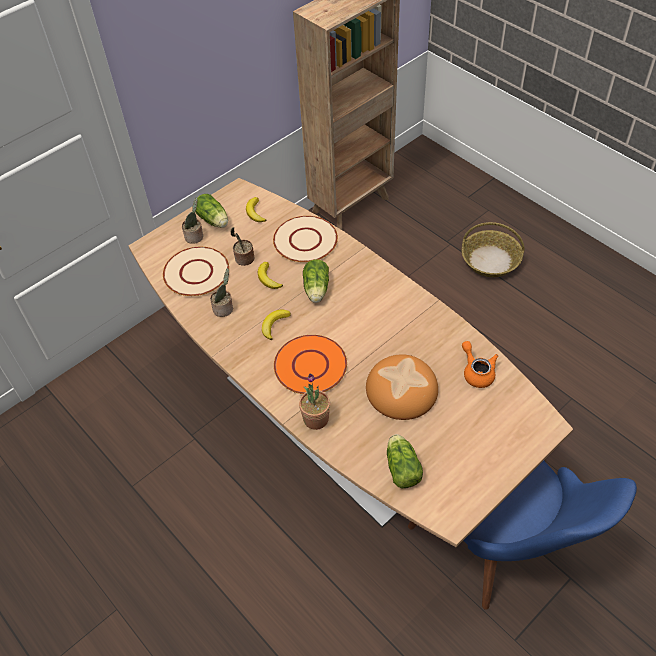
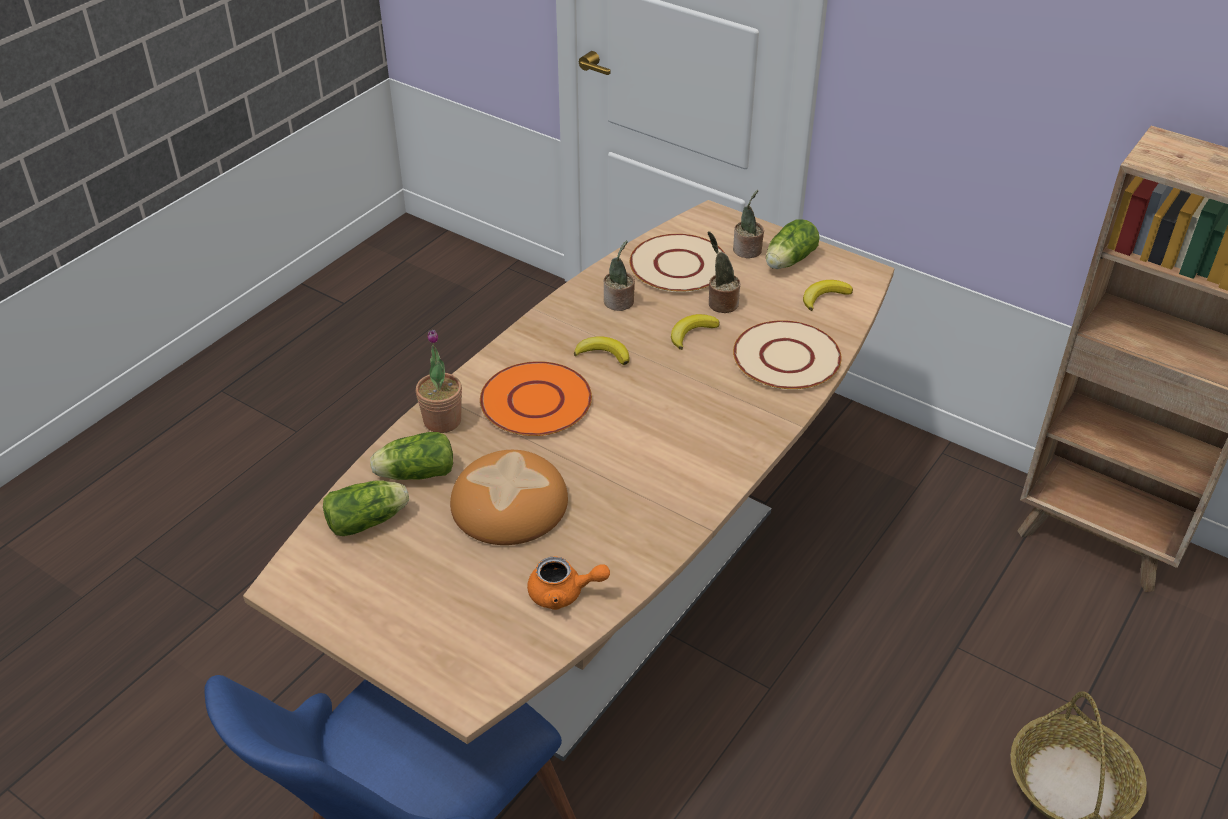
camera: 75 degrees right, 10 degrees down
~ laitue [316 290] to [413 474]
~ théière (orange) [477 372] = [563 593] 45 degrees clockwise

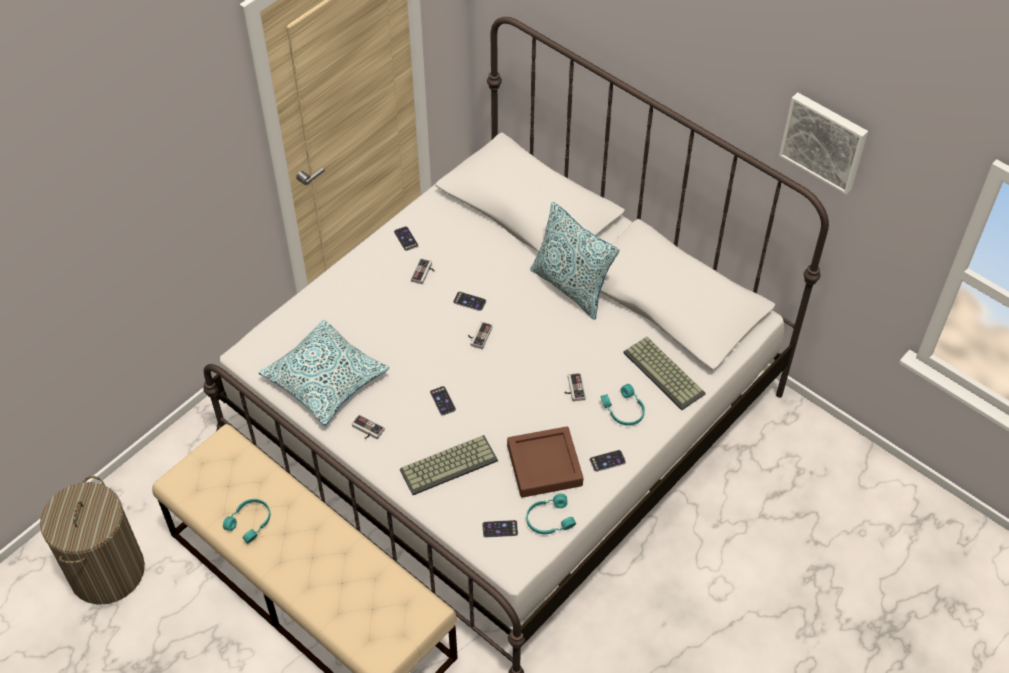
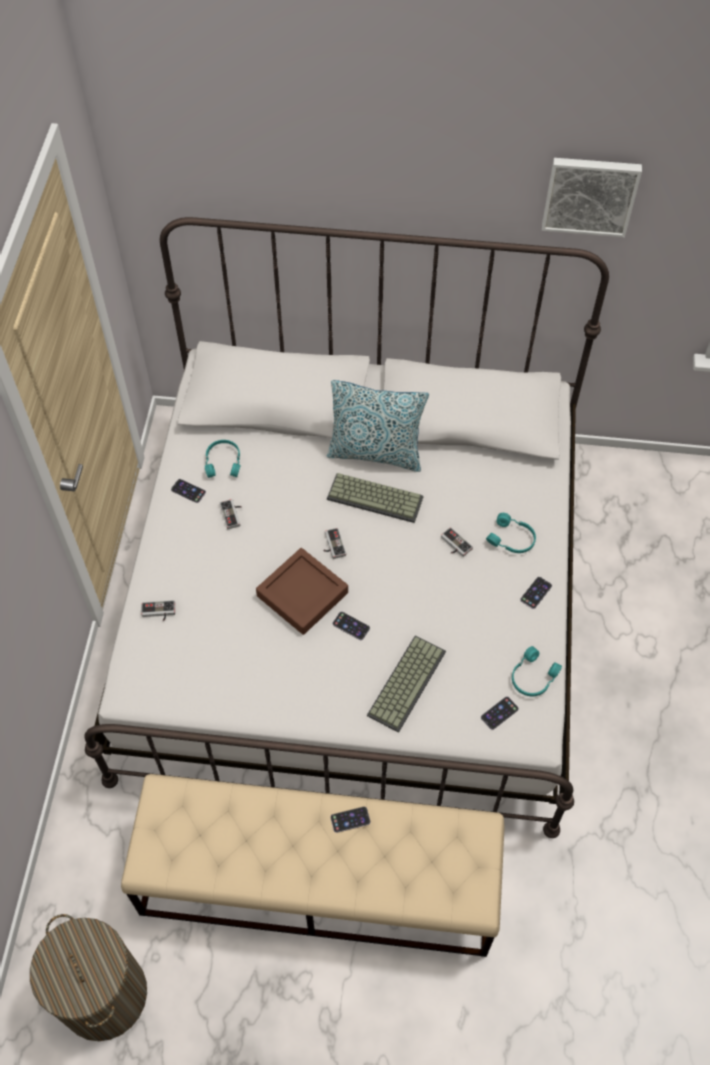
camera: 35 degrees left, 5 degrees up
~ téléphone [469 301] to [350 819]
- coussin [325 379]
~ clavier [665 373] to [376 497]
~ manette [366 430] to [158 613]
~ plateau (marron) [544 465] to [302 594]
~ casque audio (turquoise) [251 522] to [224 462]

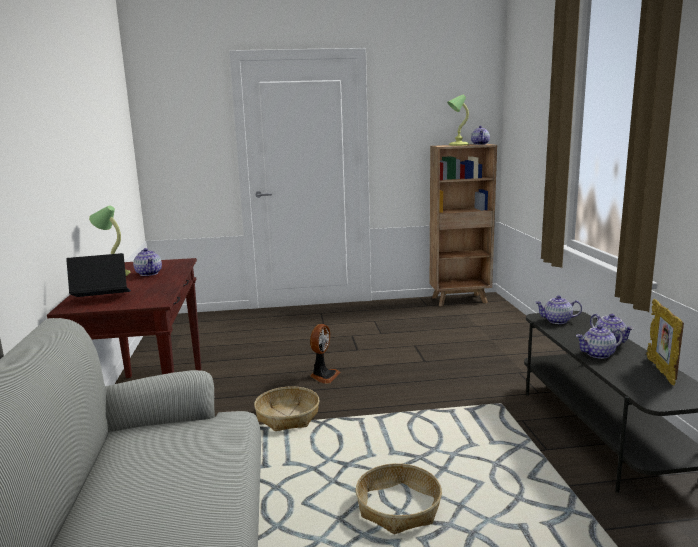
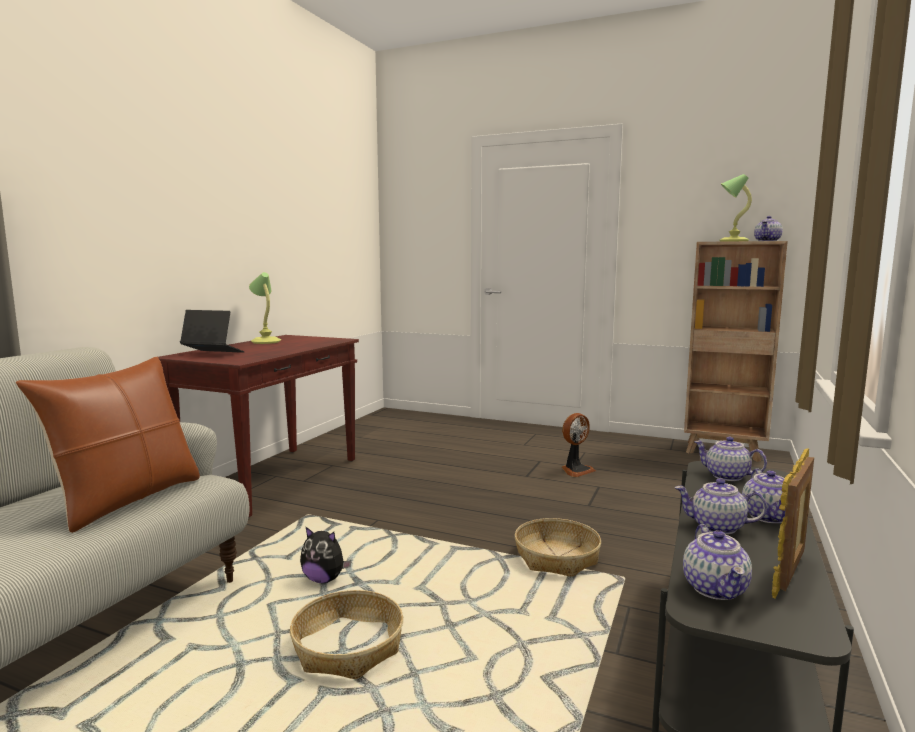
camera: 30 degrees right, 5 degrees down
~ théière [149 273] to [716 589]
~ ventilateur [323 376] to [576 470]
~ panier [287 417] to [556 558]
+ coussin (marron) [126 500]
+ peluche [324 579]

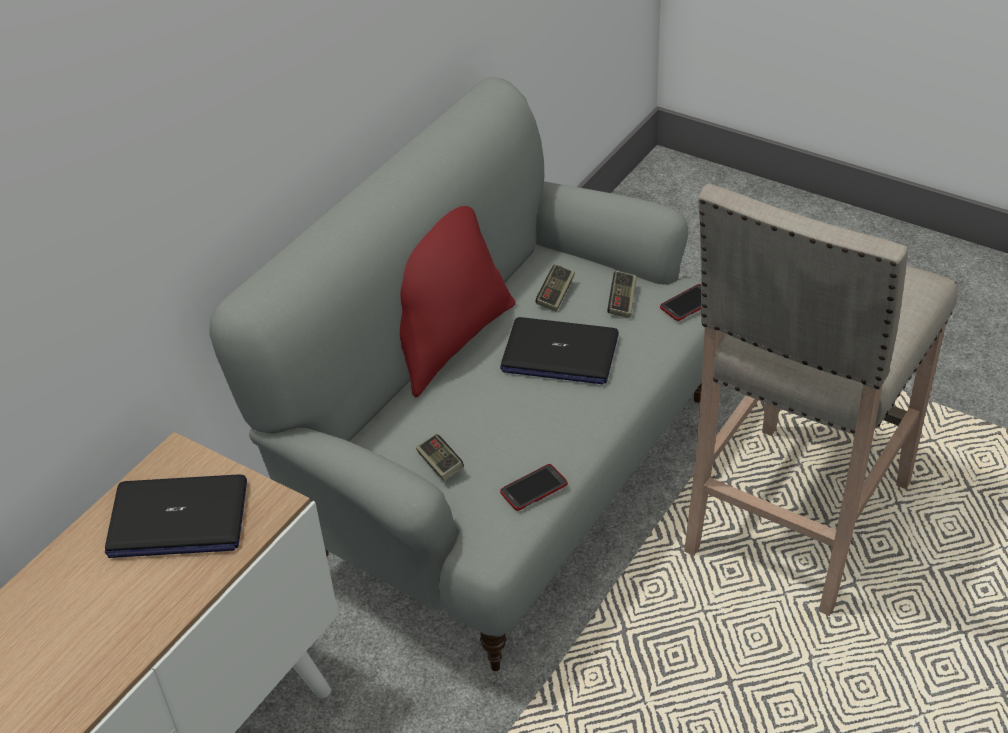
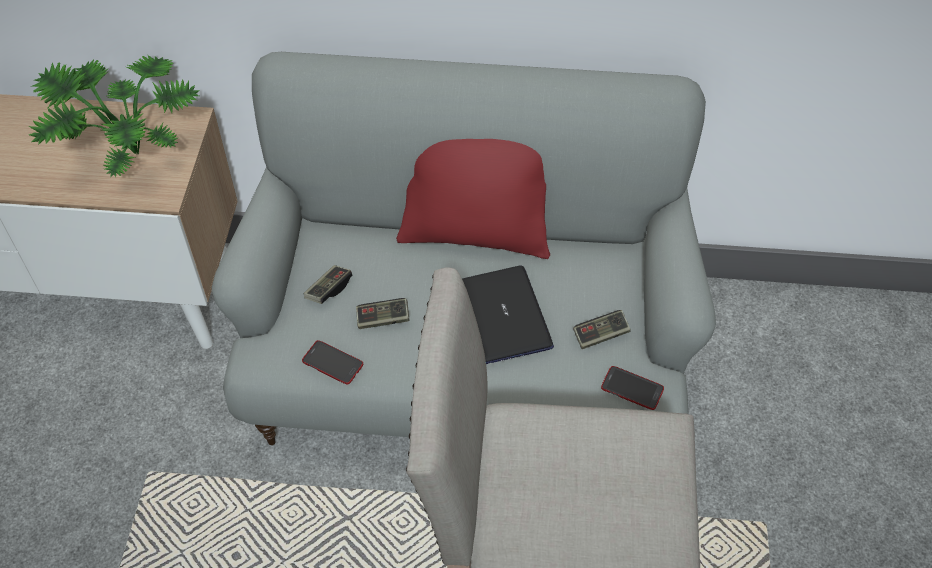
camera: 60 degrees right, 10 degrees up
~ manette [556 295] to [383 319]
~ ordinateur portable [177 519] to plante en pot [128 150]

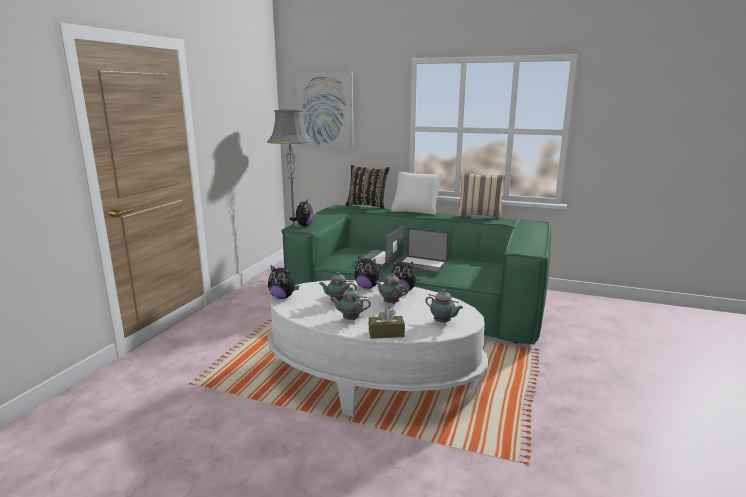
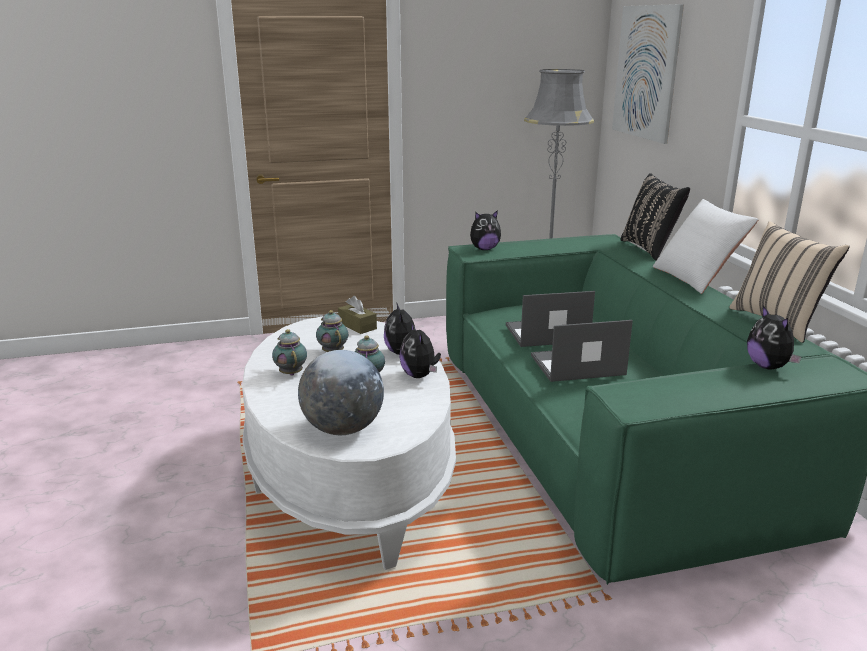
camera: 55 degrees right, 5 degrees up
~ ordinateur portable [422 265] = [576 365] 90 degrees clockwise
~ peluche [283 297] to [768 366]
~ théière [443 322] to globe [343 429]
~ boîte à mouchoirs (marron) [386 333] to [357 326]

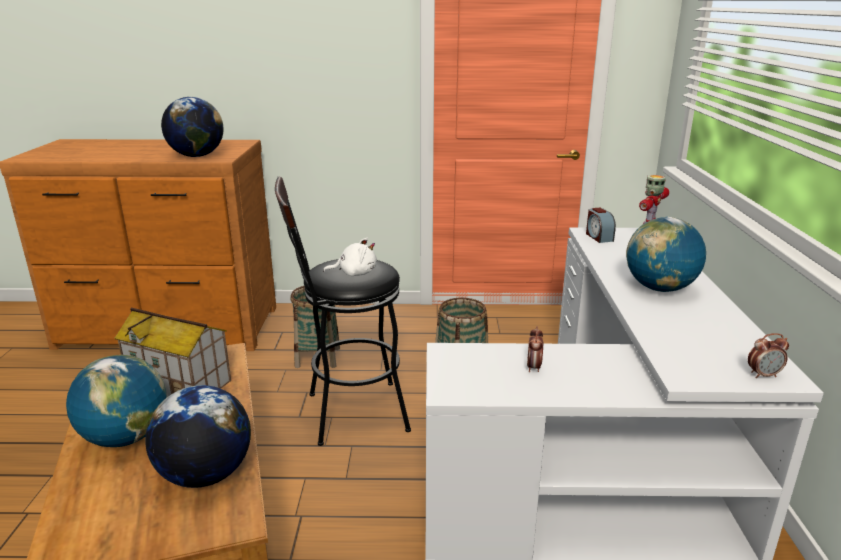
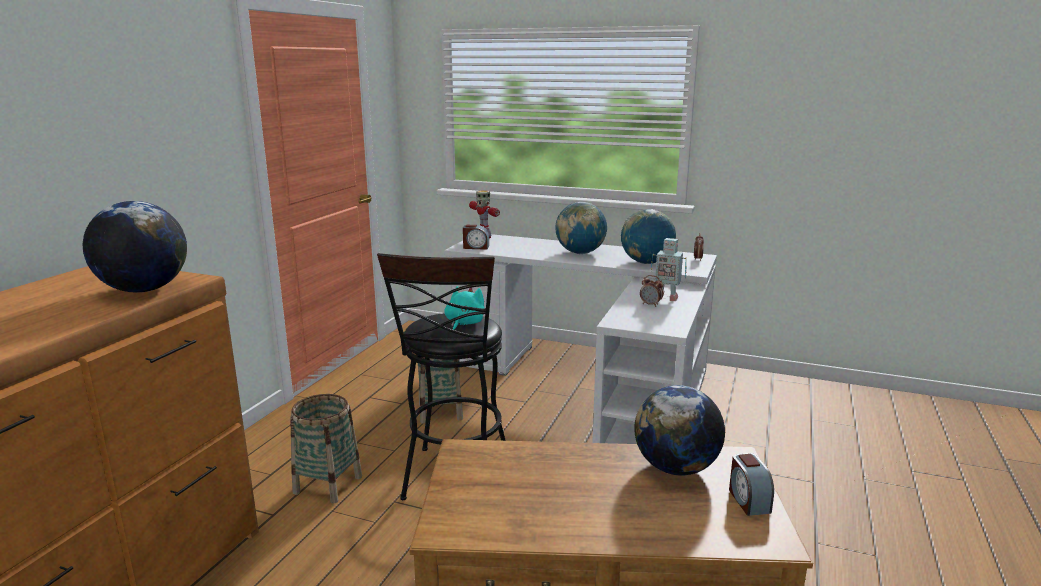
camera: 70 degrees left, 5 degrees down
~ peluche (blanc) [355 273] to peluche (turquoise) [464 323]
- maison miniature [181 384]
~ globe [126 438] to [646 263]
+ robot jouet [666 297]
+ réveil [748 500]

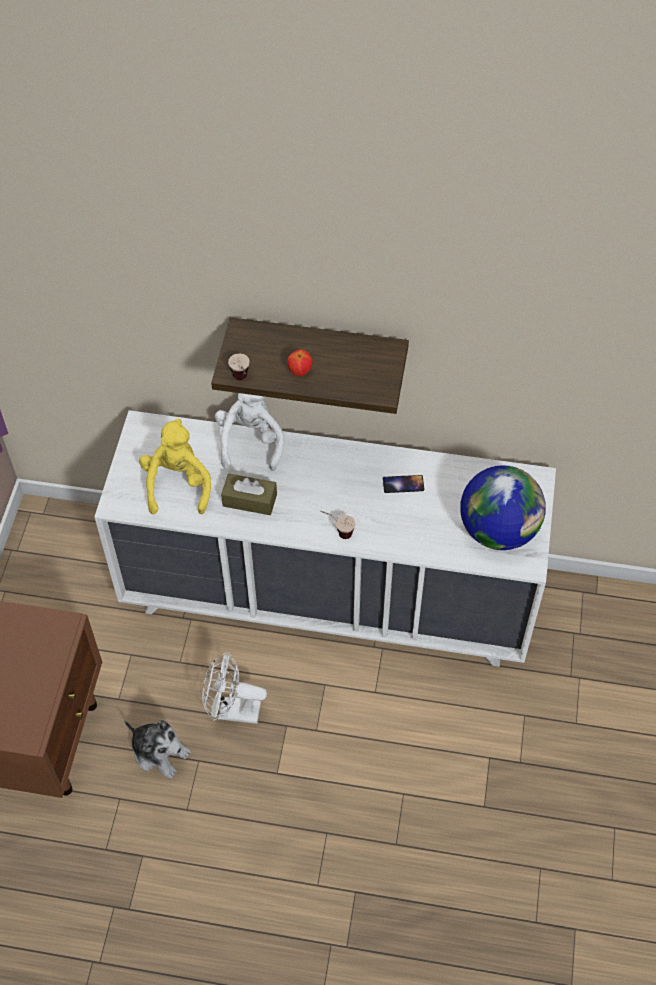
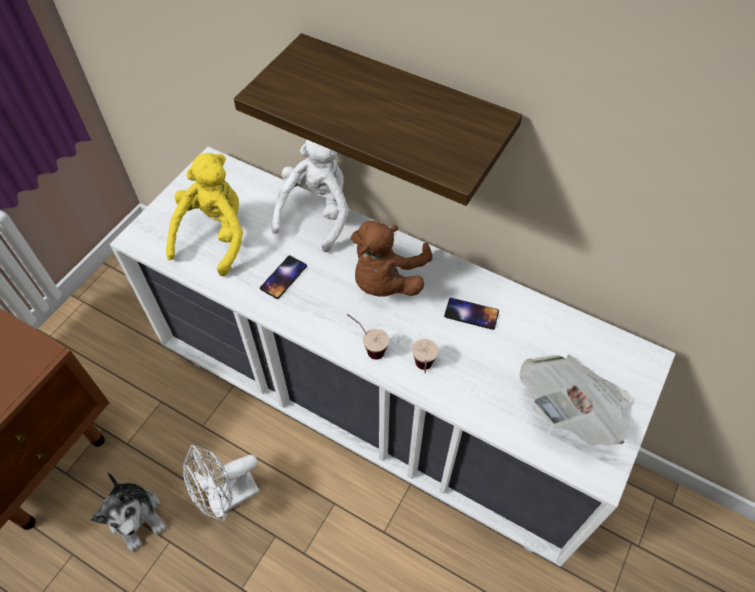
camera: 20 degrees right, 0 degrees up
- pomme [300 372]
~ tasse [242 381] to [423 371]
~ globe [498 530] to journal [573 410]
~ boîte à mouchoirs (marron) [249 500] to téléphone [283 277]
~ ventilateur (blanc) [232 711] = [228 498] 60 degrees counterclockwise
+ peluche (marron) [386 280]

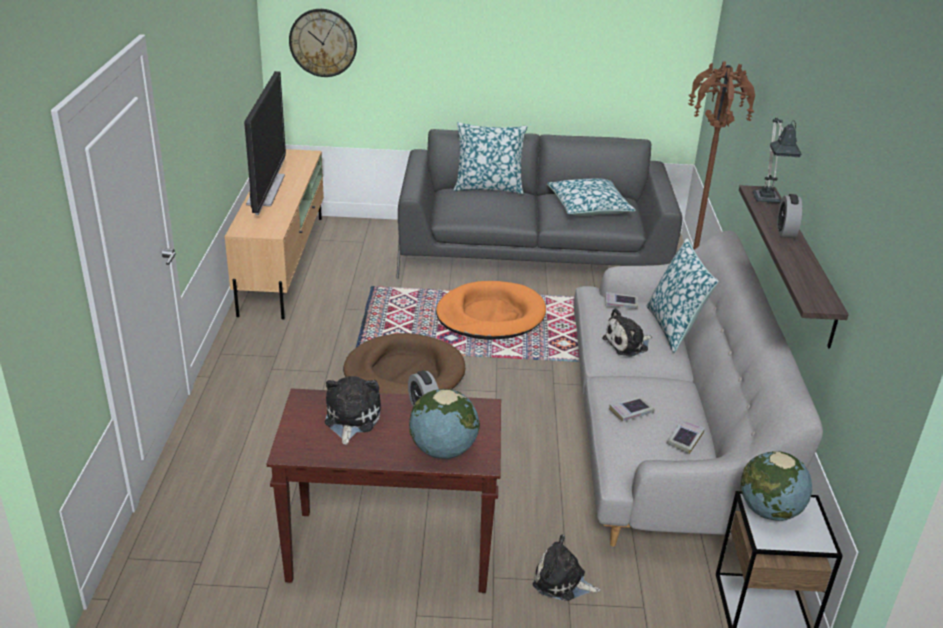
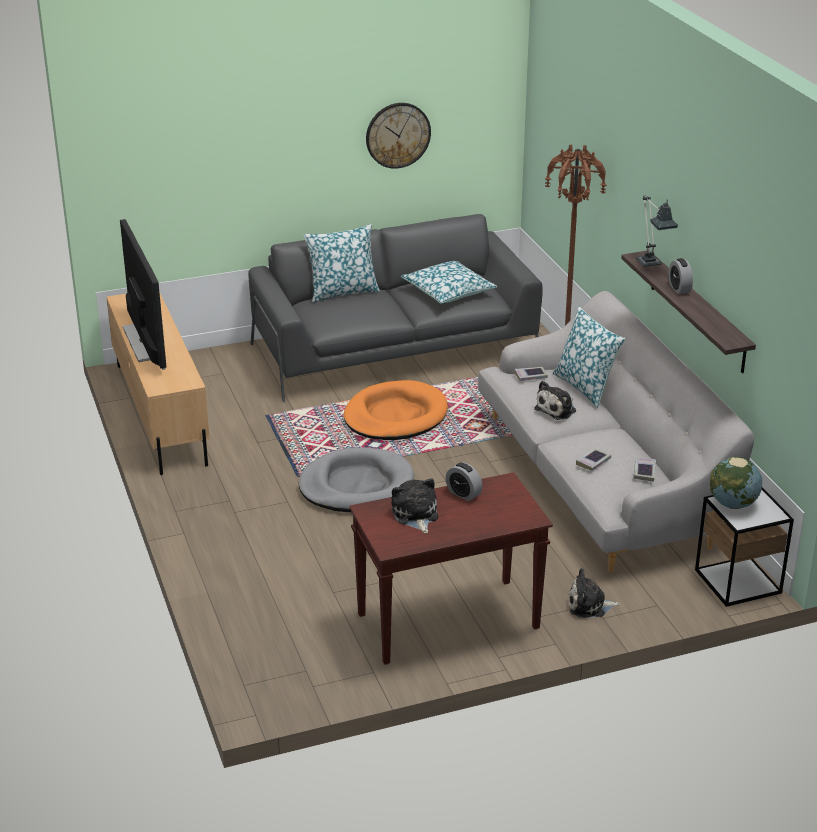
camera: 20 degrees left, 0 degrees up
~ horloge murale [323 42] to [398 135]
~ panier pour chien (marron) [404 373] to panier pour chien (gris) [356 485]
- globe [443 450]

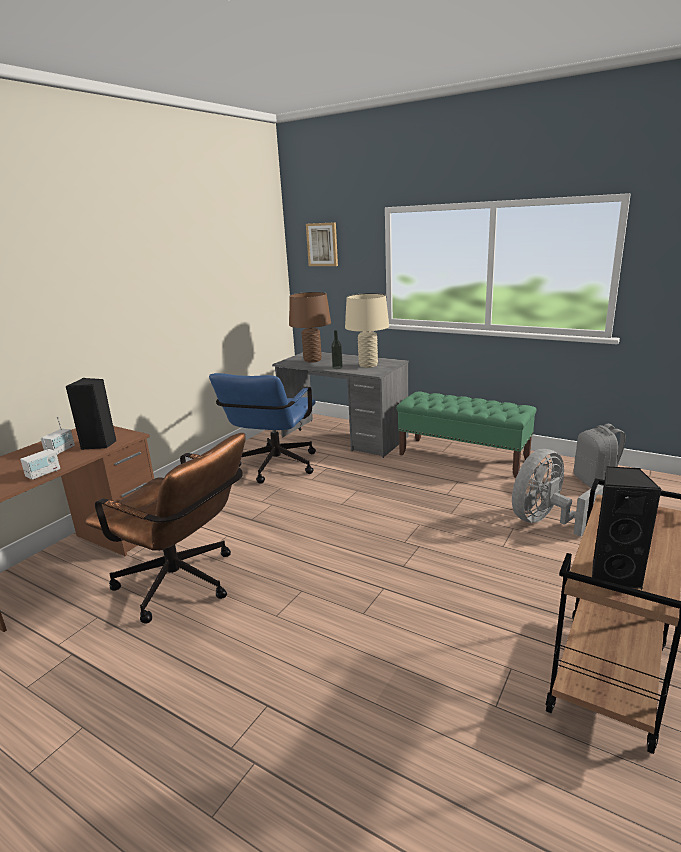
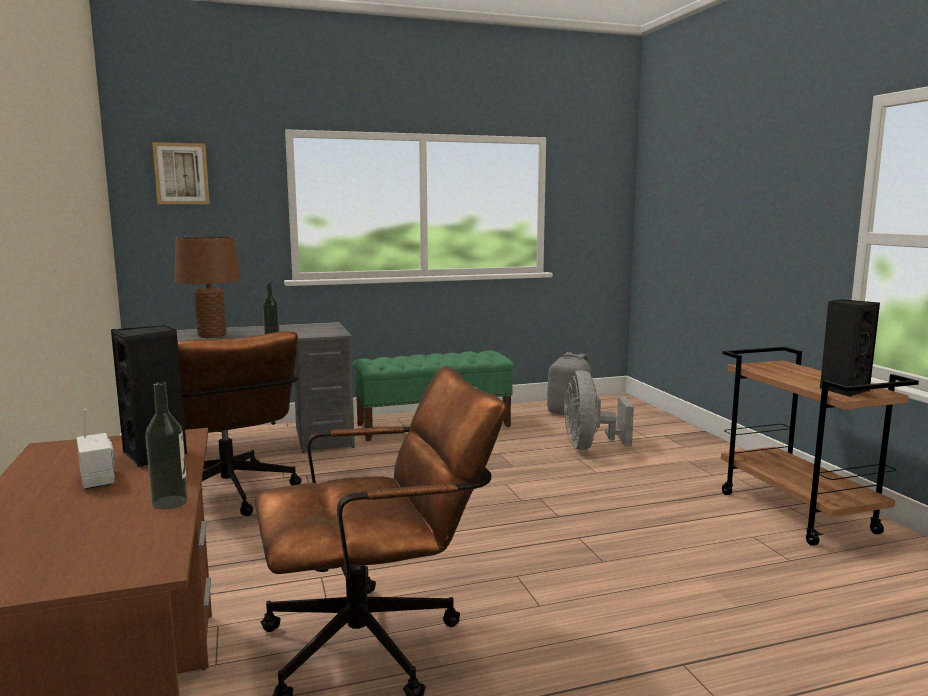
camera: 50 degrees left, 10 degrees down
- lampe de table (beige) [368 365]
~ chaise de bureau (bleu) [274 468] to chaise de bureau (marron) [232 497]
~ radio [43 474] to bouteille [170 502]

